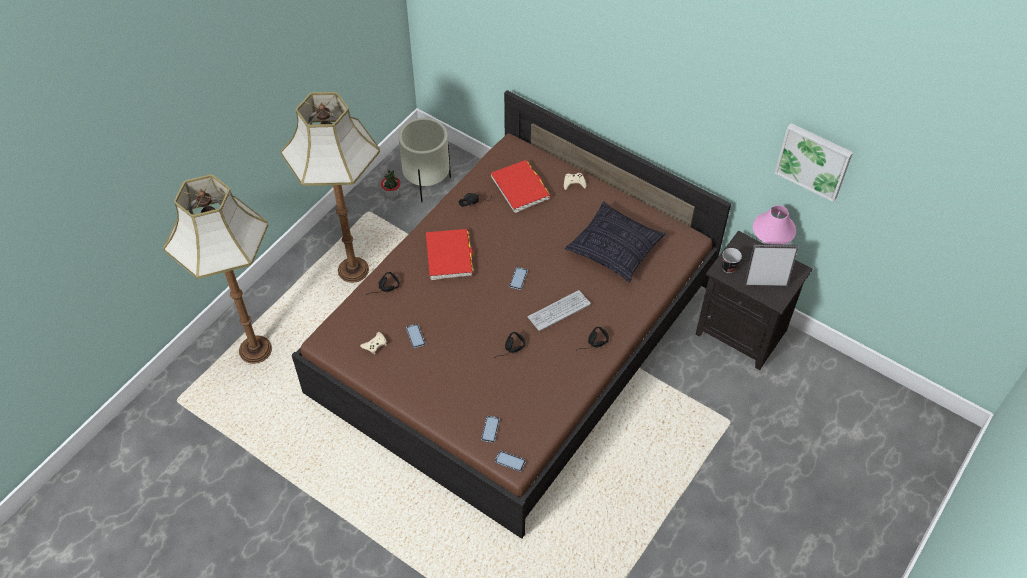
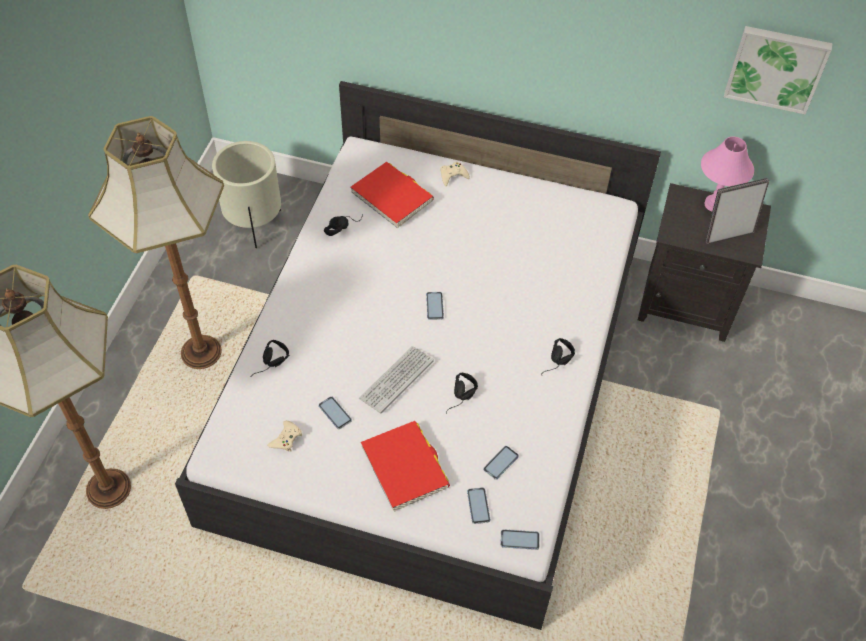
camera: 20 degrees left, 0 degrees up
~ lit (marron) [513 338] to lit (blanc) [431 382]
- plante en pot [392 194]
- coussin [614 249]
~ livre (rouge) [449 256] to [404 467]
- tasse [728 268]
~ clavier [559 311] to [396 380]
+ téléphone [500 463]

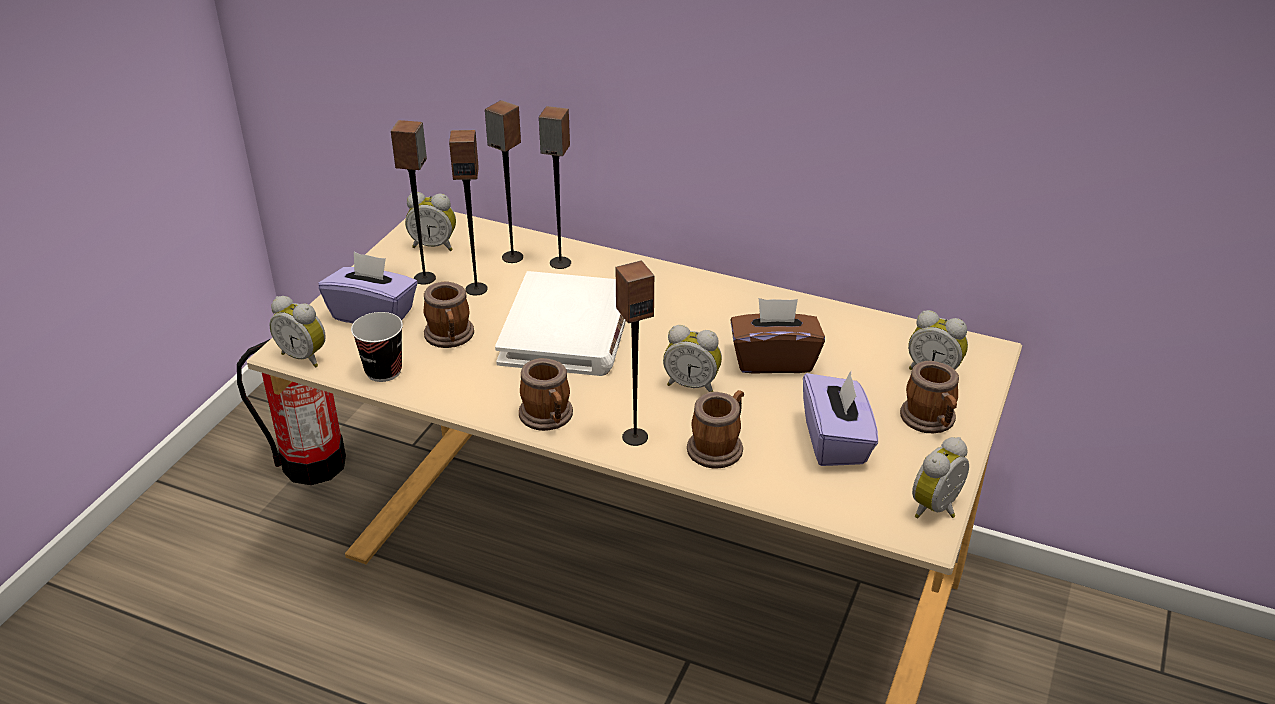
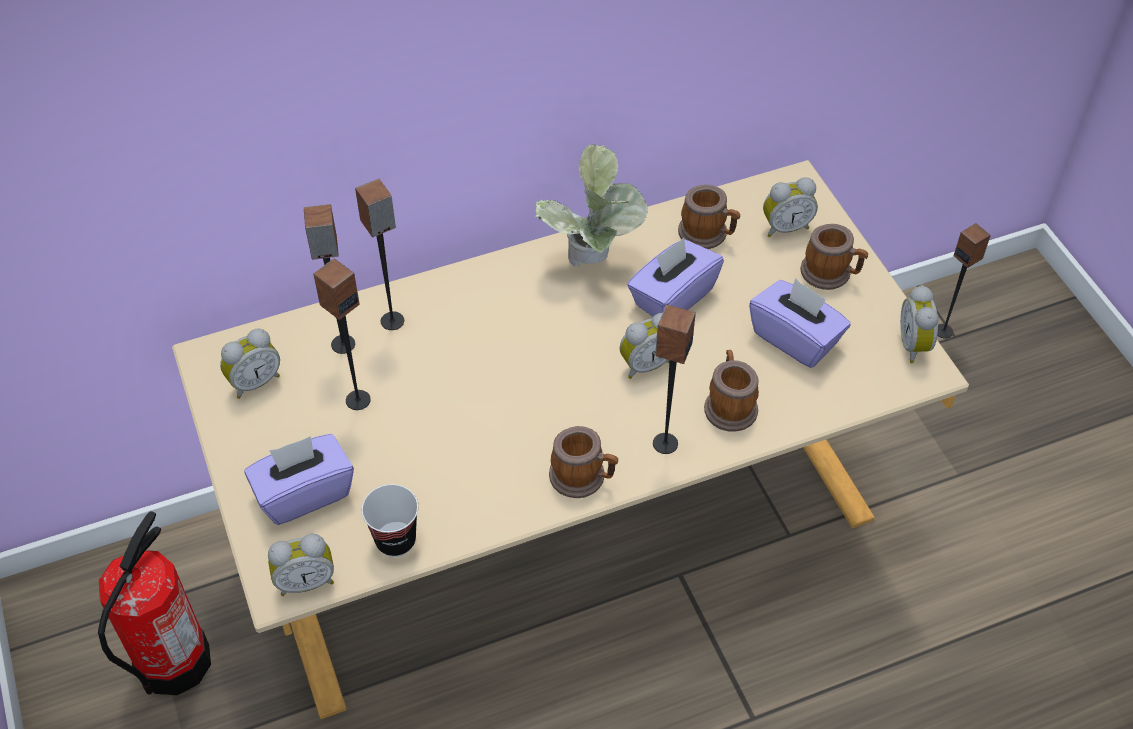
camera: 45 degrees left, 15 degrees up
~ enceinte [425 278] to [944 331]
- livre (blanc) [567 330]
~ mug [450 337] to [708 234]
~ boîte à mouchoirs (marron) [774 360] to boîte à mouchoirs (violet) [672 297]
+ plante en pot [592 265]

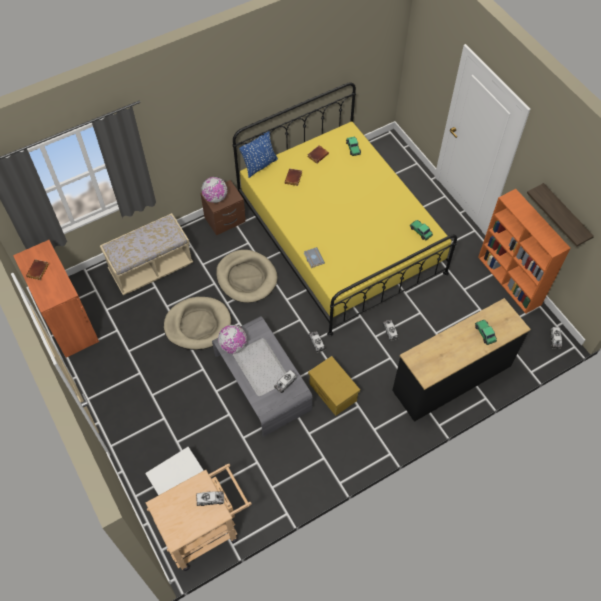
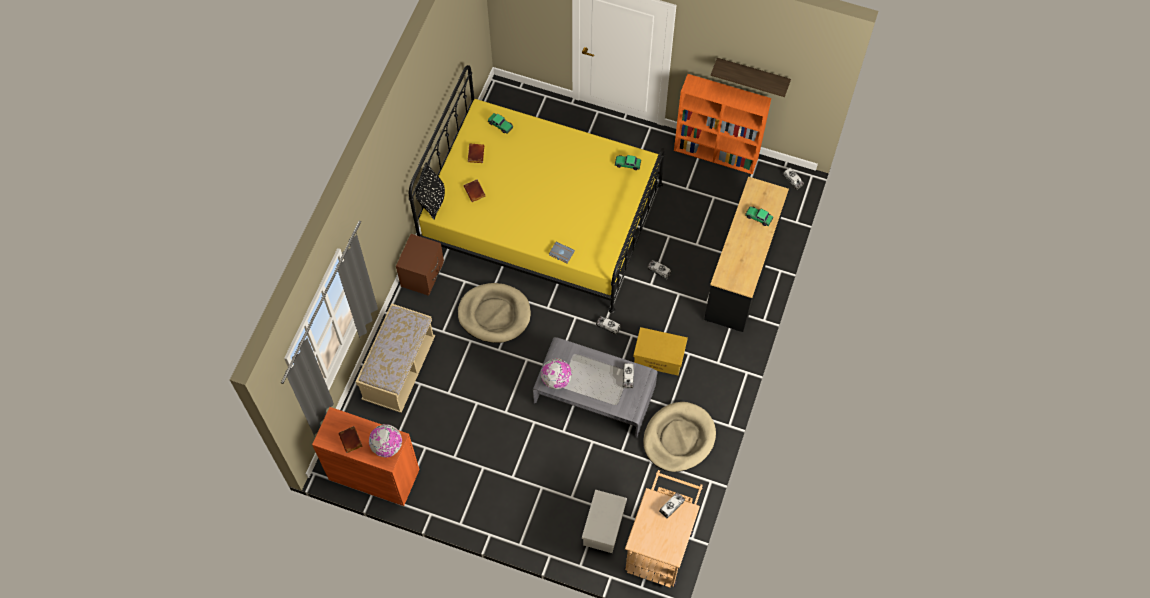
camera: 40 degrees left, 5 degrees up
~ coussin (bleu) [260 165] to coussin (noir) [432 200]
~ globe [215 198] to [387 446]
~ panier pour chien (beige) [198 325] to [678 438]

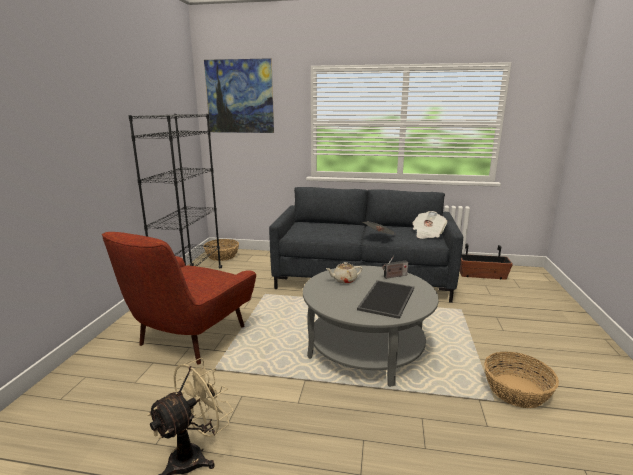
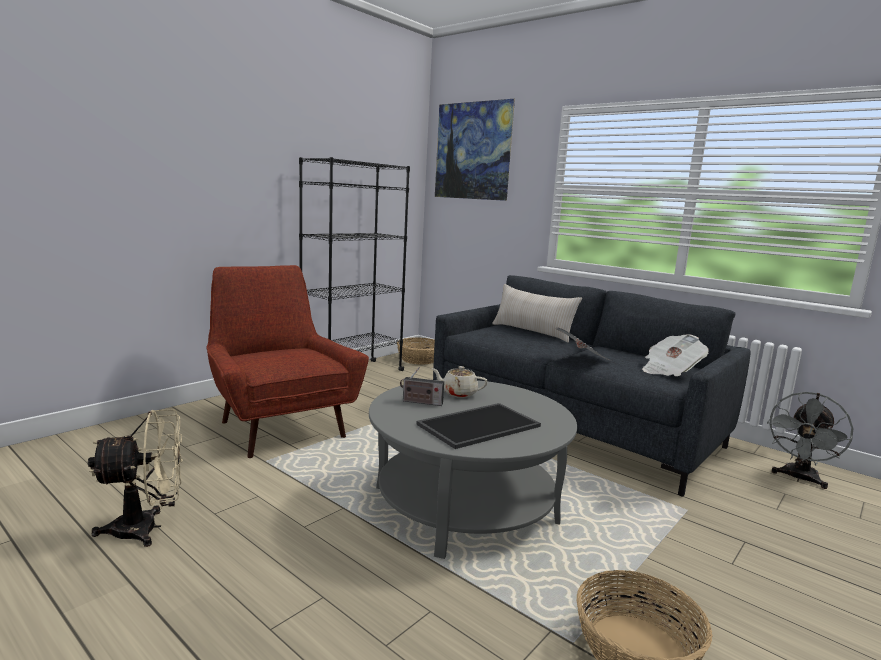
camera: 30 degrees right, 5 degrees down
~ fauteuil (rouge) [189 339] = [280 426] 90 degrees clockwise
~ cache-pot [482 275] to ventilateur (gris) [799 478]
~ radio [394 276] to [420 402]
+ coussin (beige) [532 332]

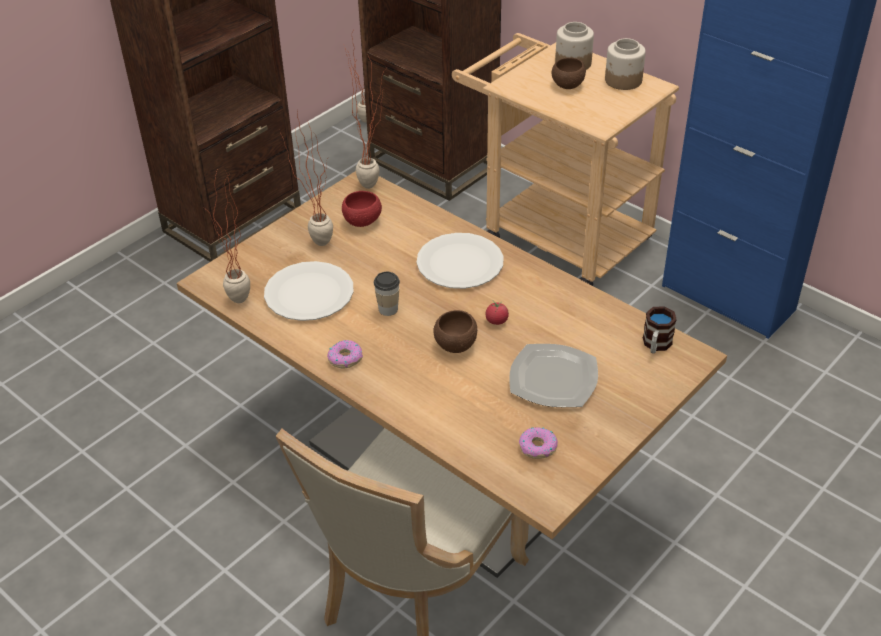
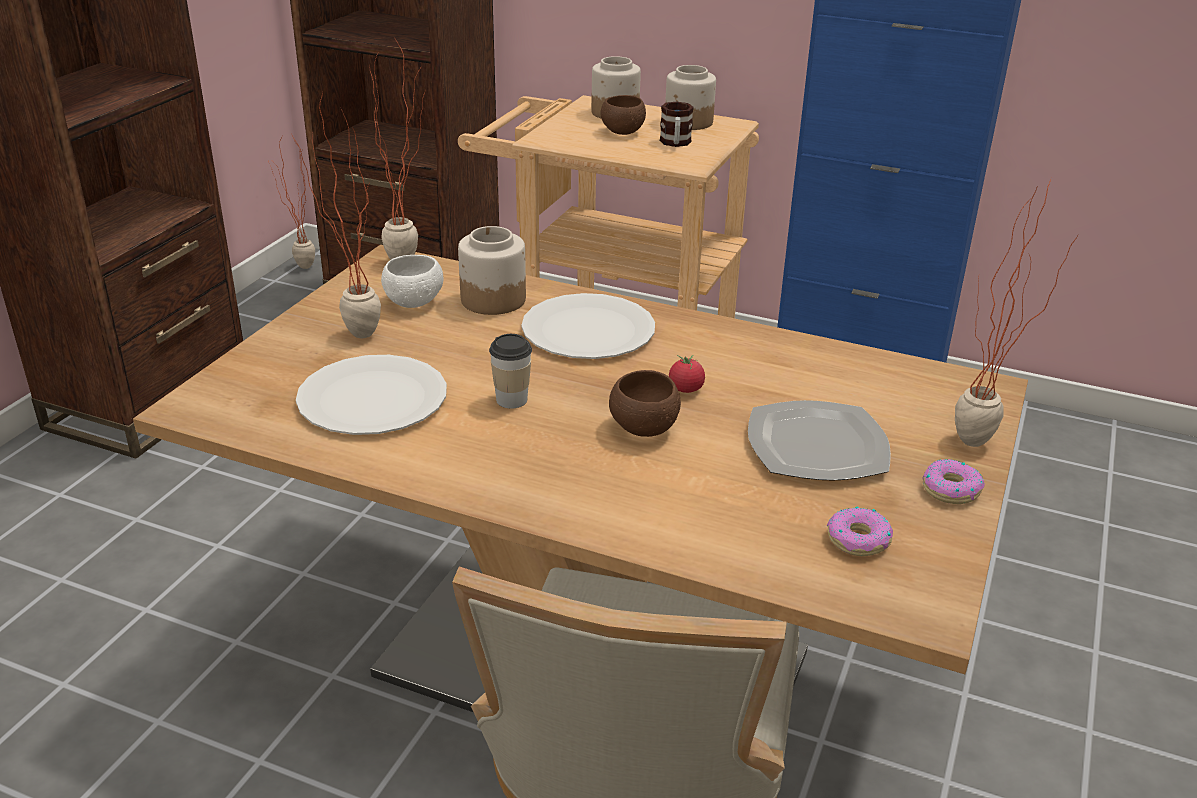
camera: 20 degrees left, 10 degrees down
~ plante en pot [238 305] to [980 449]
~ bol (rouge) [362 221] to bol (blanc) [413 302]
~ mug [656 345] to [675 143]
~ beignet [345 358] to [950 489]
+ bocal [493 299]

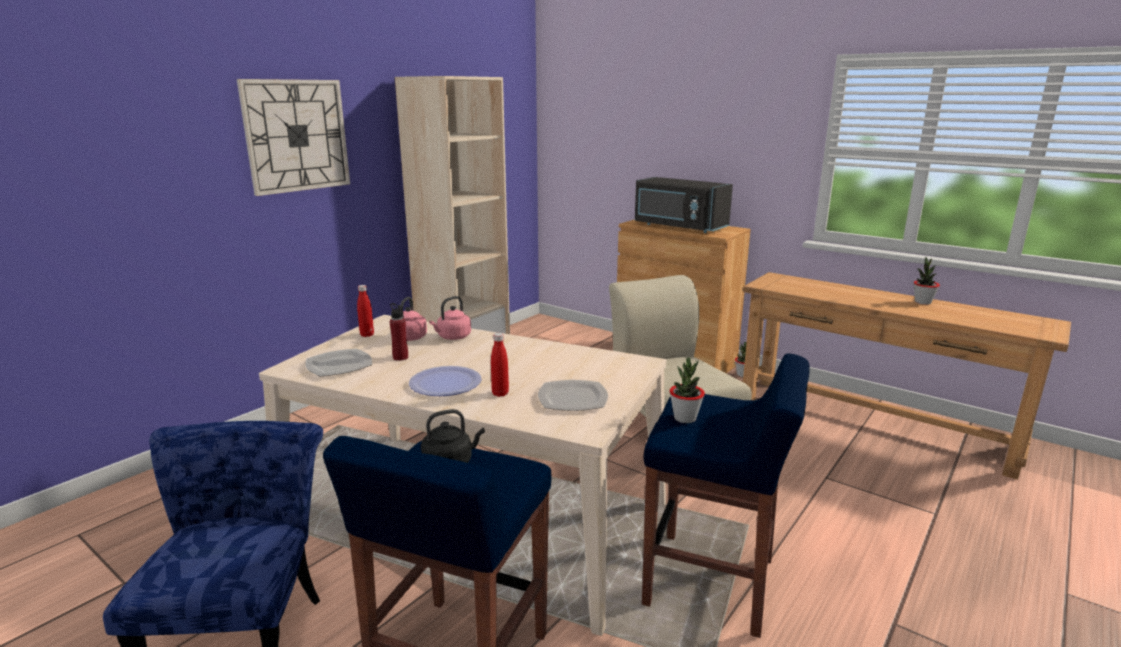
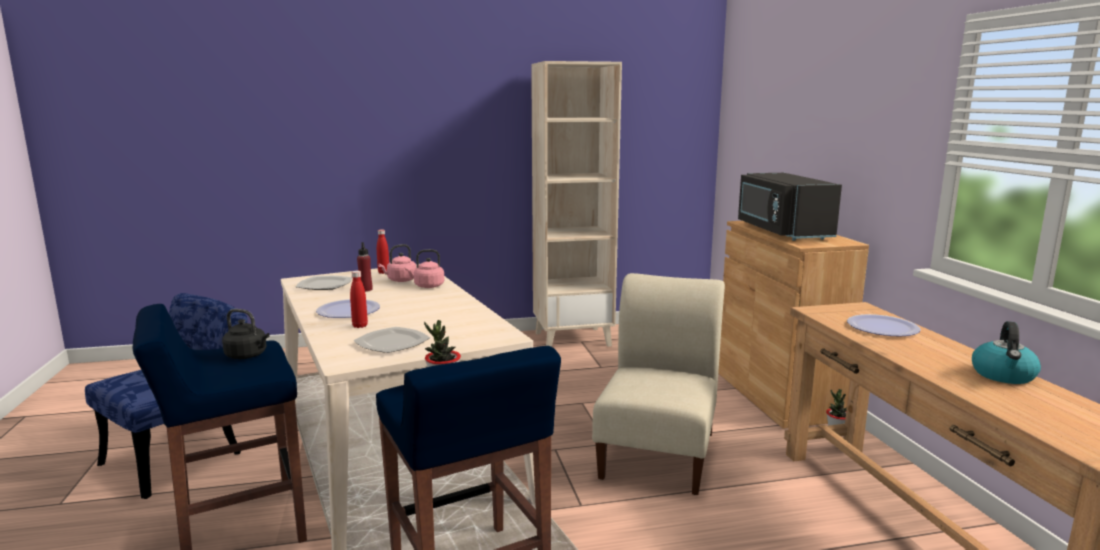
camera: 40 degrees right, 5 degrees down
- horloge murale [296 136]
~ plante en pot [922 302] to bouilloire [1003 375]
+ assiette [882 327]

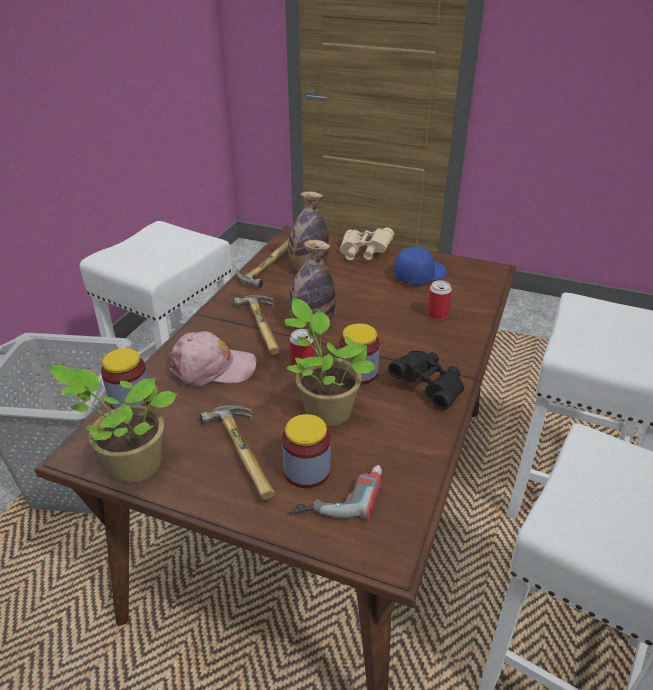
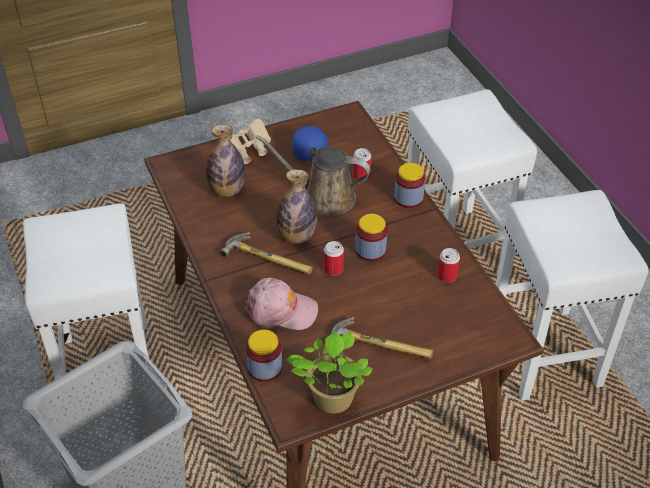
camera: 45 degrees left, 10 degrees up
- marteau [266 264]
- plante en pot [325 410]
~ casquette (rose) [212 368] = [281 310] 60 degrees clockwise
- jumelles (noir) [429 387]
~ bocal [307 471] to [408 198]
- perceuse [337 494]
+ arrosoir (marron) [323 197]
+ boîte métallique [447 276]

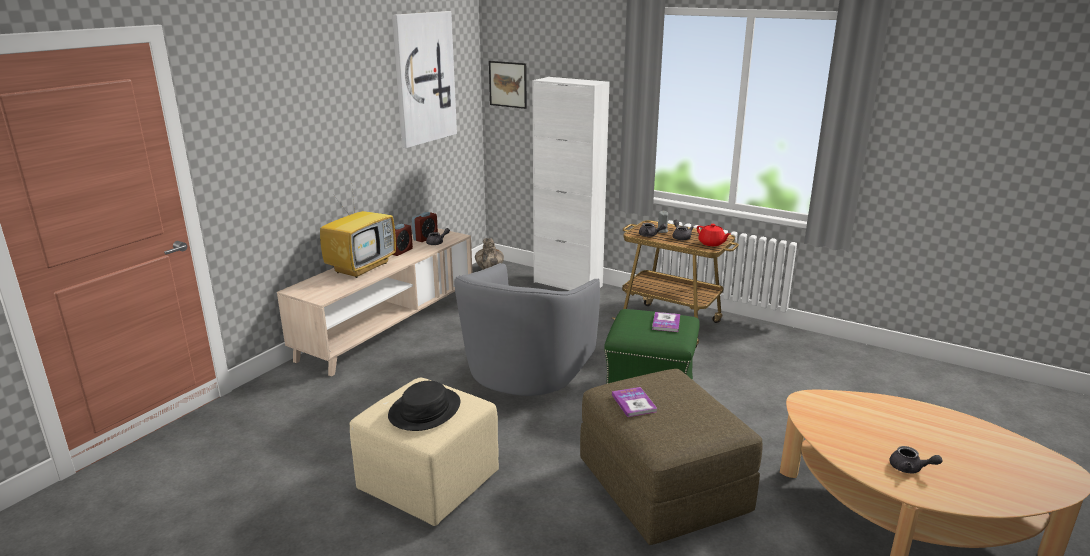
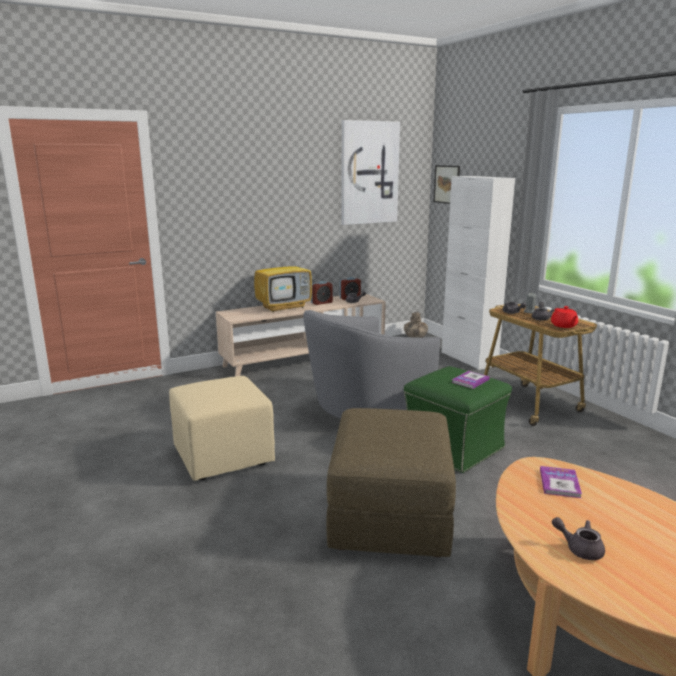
camera: 30 degrees right, 5 degrees down
- chapeau (noir) [425 410]
~ livre [634 403] to [559 483]
~ théière (gris) [910 468] = [579 548] 150 degrees clockwise

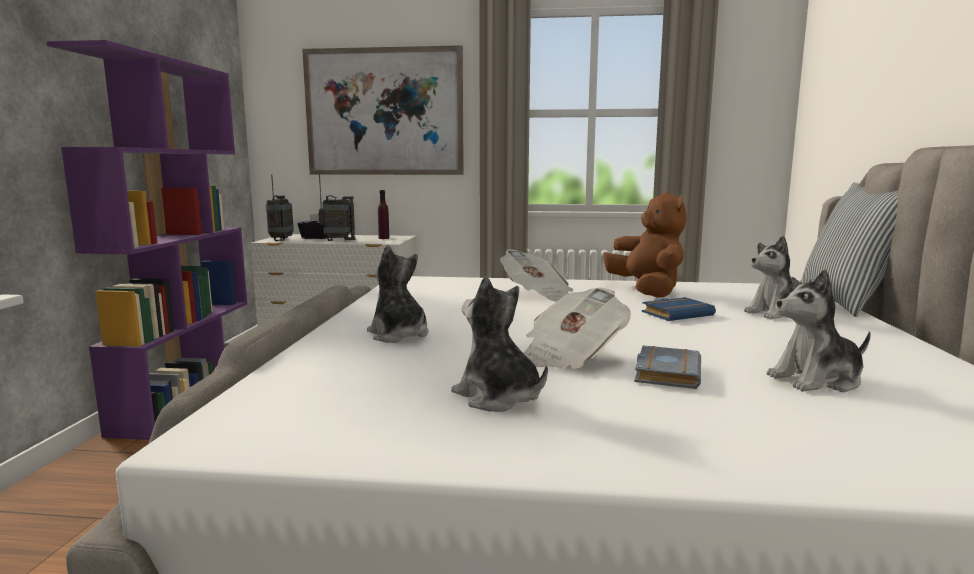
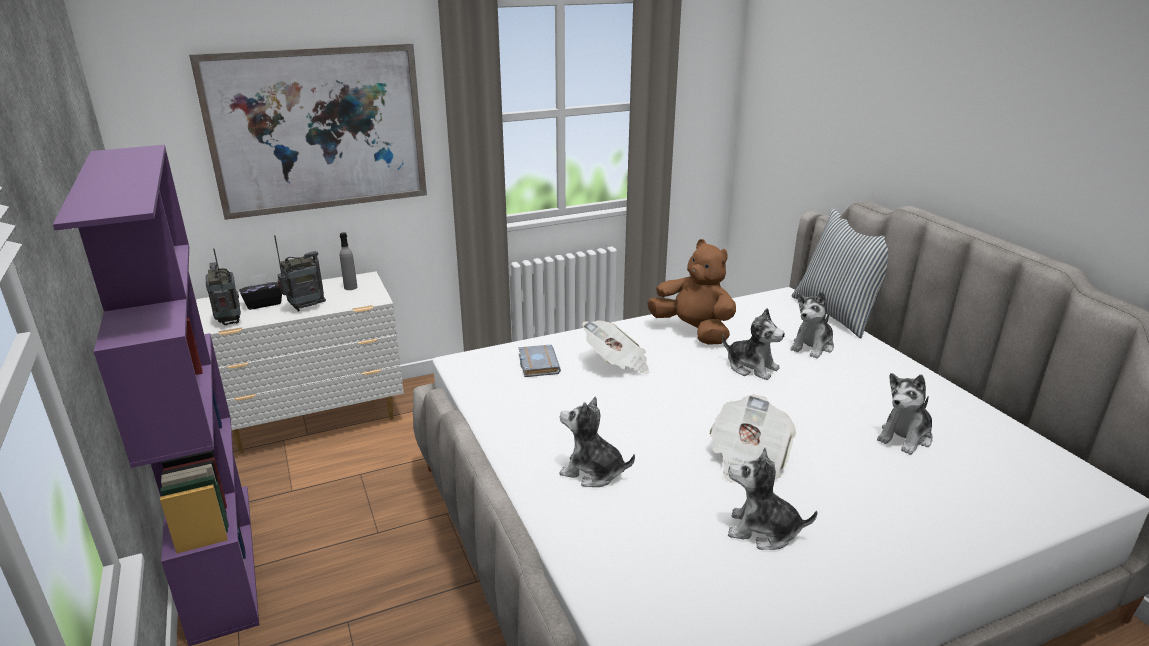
camera: 30 degrees left, 15 degrees up
~ bouteille (violet) [384 238] to bouteille (gris) [350 287]
~ livre (bleu) [677 314] to peluche [751 367]
~ livre (gris) [665 372] to [537 364]

